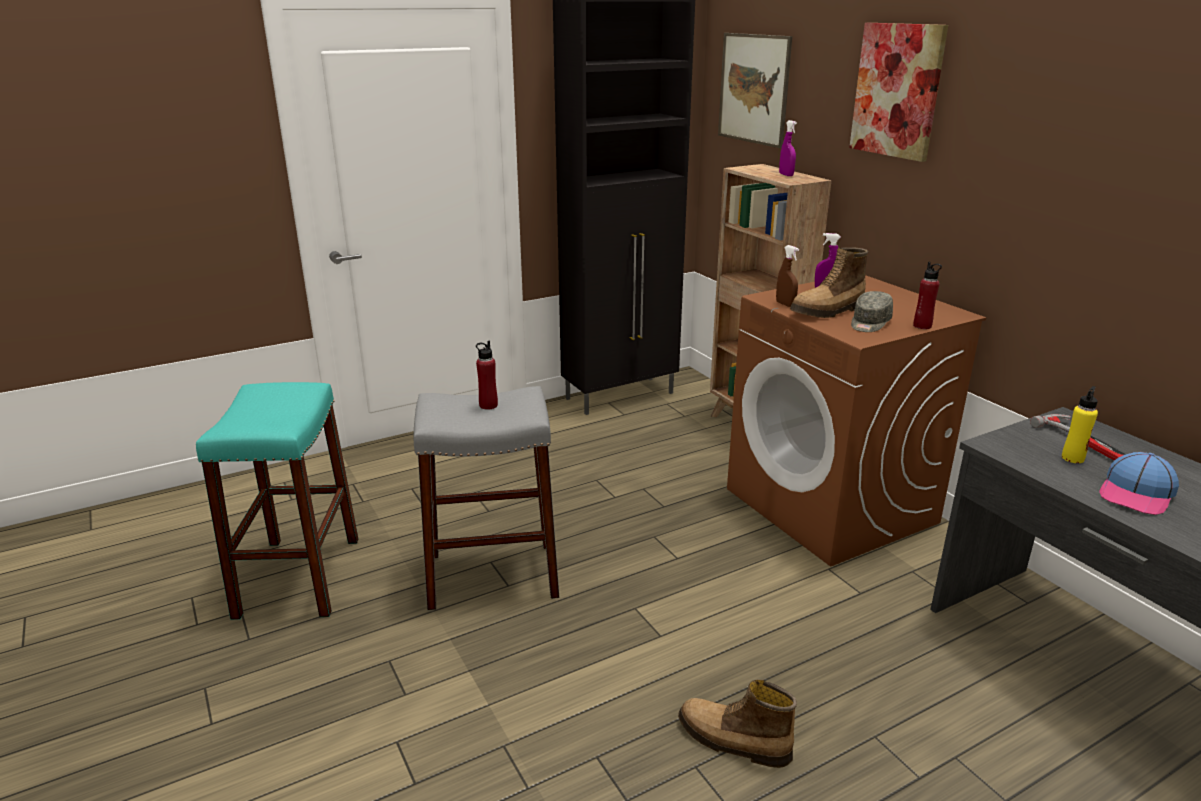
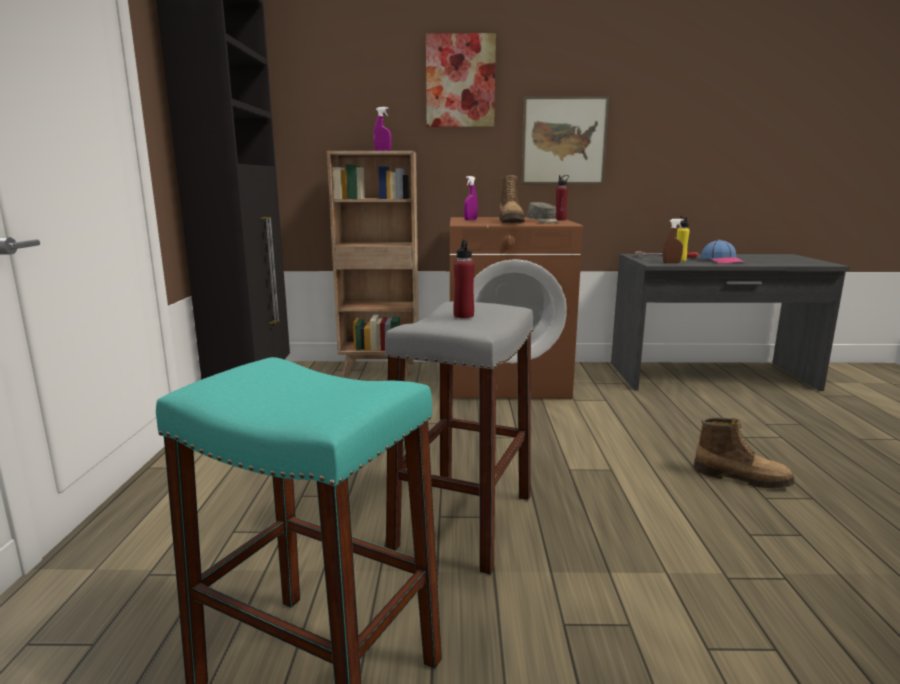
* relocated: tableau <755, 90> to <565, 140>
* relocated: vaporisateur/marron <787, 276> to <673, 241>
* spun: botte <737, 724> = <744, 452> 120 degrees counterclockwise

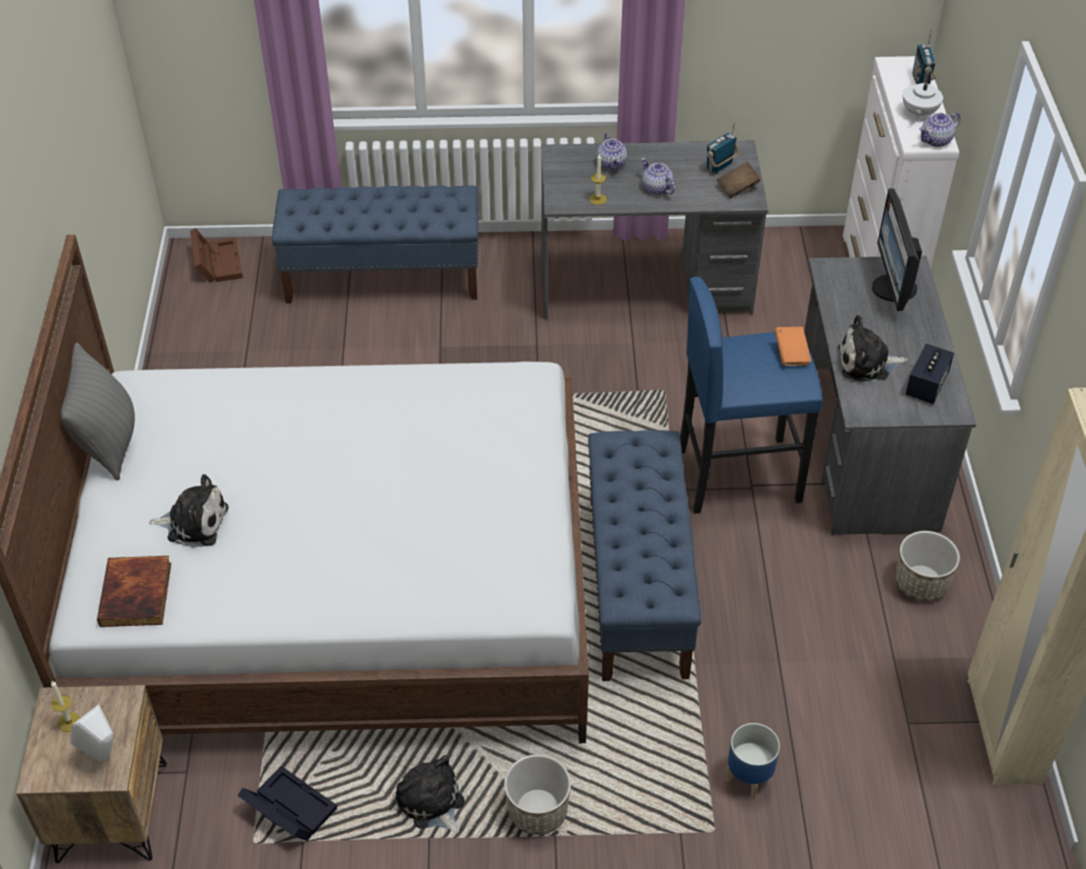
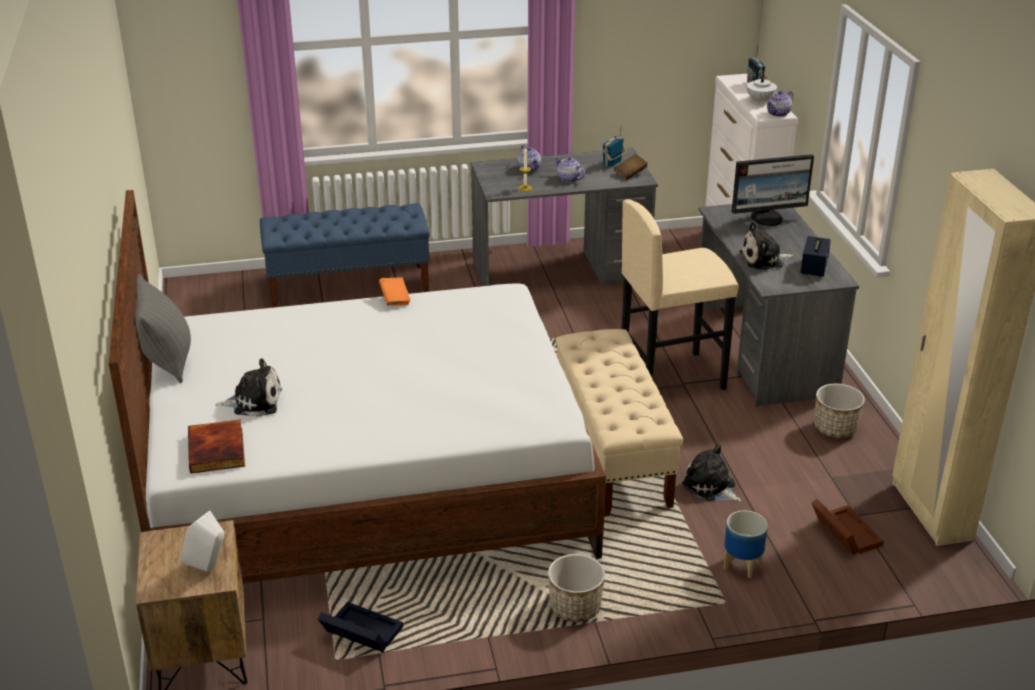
* relocated: livre/orange <792, 346> to <395, 291>
* colour: banc/bleu <644, 555> to banc/beige <619, 423>
* colour: tabouret/bleu <751, 395> to tabouret/beige <679, 294>
* relocated: peluche <430, 794> to <712, 473>
* spun: écran d'ordinateur <897, 249> = <773, 190> 90 degrees counterclockwise
* relocated: boîte de rangement/marron <216, 255> to <847, 527>
* missing: bougie <65, 706>

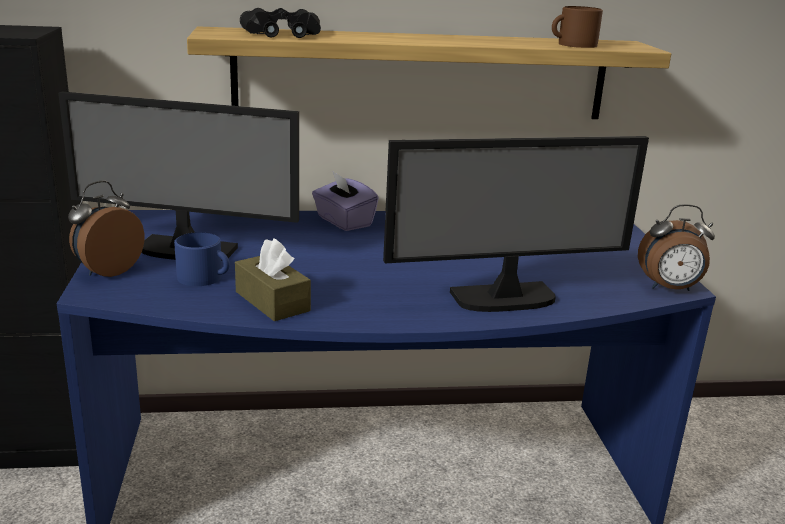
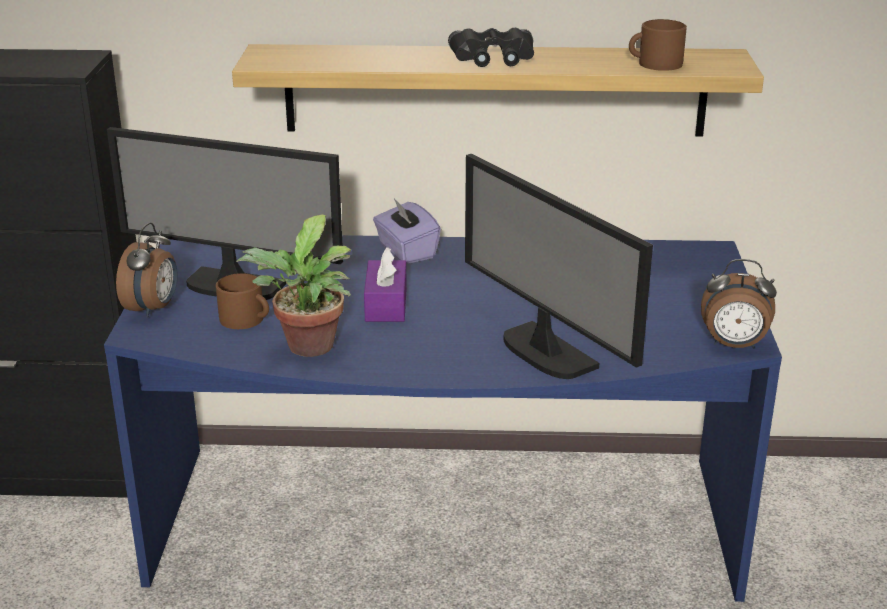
* spun: réveil <106, 228> = <147, 270> 150 degrees clockwise
* colour: mug/bleu <202, 259> to mug/marron <242, 301>
* exchanged: boîte à mouchoirs/marron <273, 279> to plante en pot <293, 285>
* appeared: boîte à mouchoirs/violet <385, 284>
* relocated: jumelles/noir <280, 23> to <491, 47>
* spun: écran d'ordinateur <516, 224> = <559, 266> 60 degrees clockwise

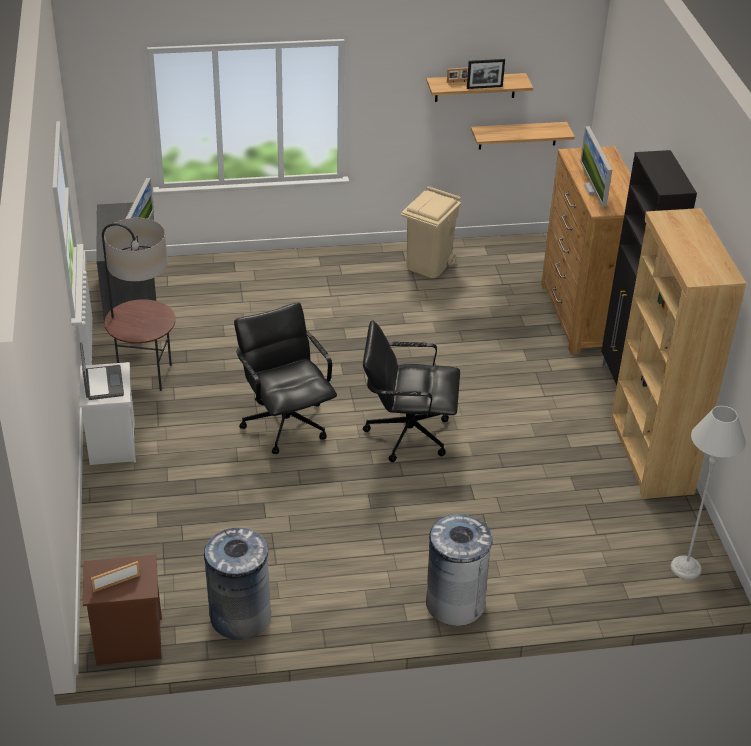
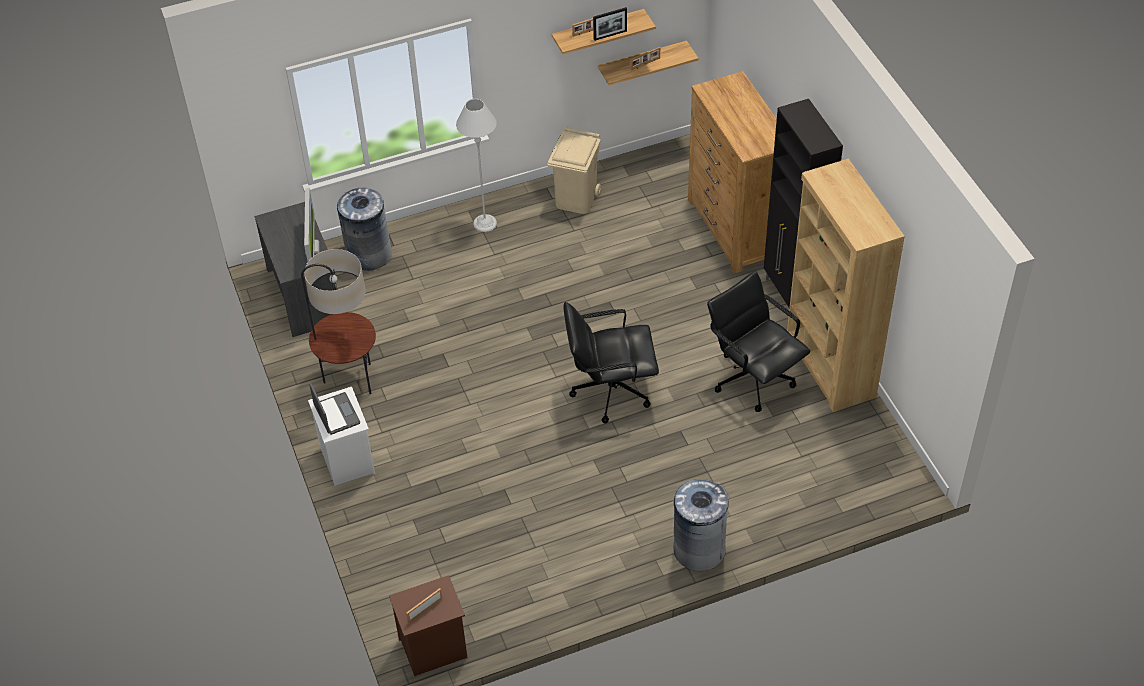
* relocated: poubelle/gris <237, 583> to <364, 229>
* relocated: lampadaire/gris <708, 493> to <476, 165>
* appeared: cadre photo <645, 59>
* relocated: chaise de bureau/noir <285, 378> to <758, 341>
* missing: écran d'ordinateur <596, 166>

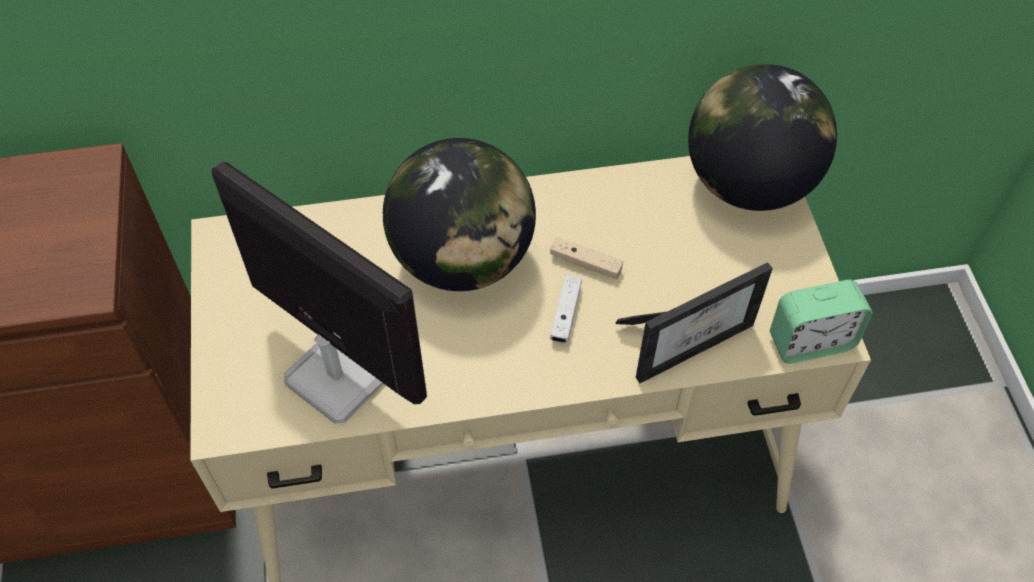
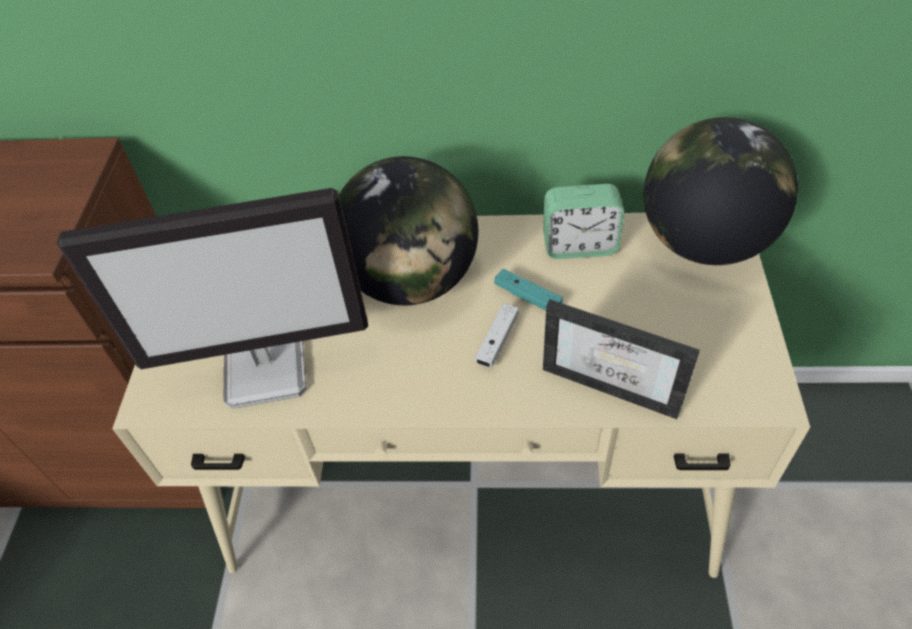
* spun: écran d'ordinateur <319, 292> = <212, 298> 120 degrees clockwise
* colour: manette/beige <586, 258> to manette/turquoise <528, 289>
* relocated: réveil <821, 321> to <583, 221>
* spun: cadre photo <694, 322> = <621, 359> 45 degrees clockwise

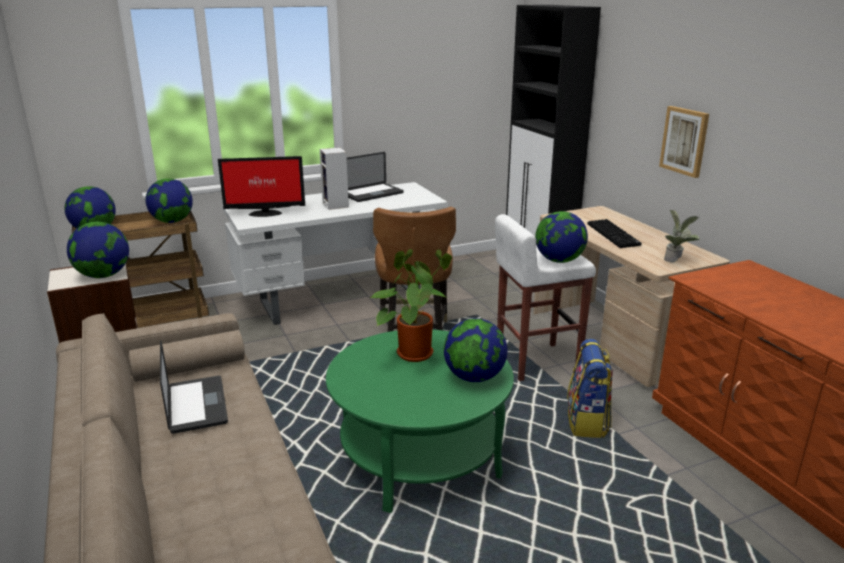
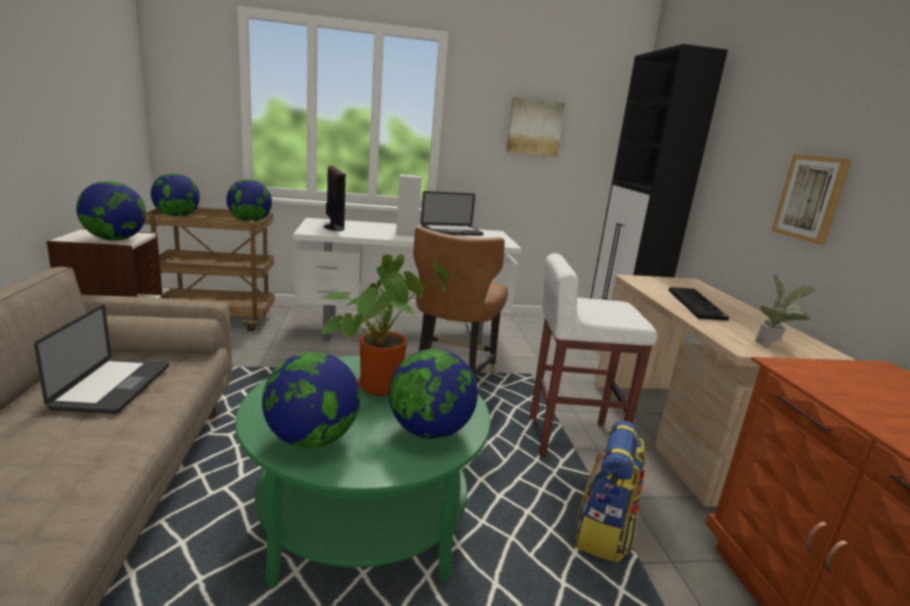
* relocated: globe <561, 237> to <311, 400>
* spun: écran d'ordinateur <261, 186> = <335, 198> 120 degrees counterclockwise
* appeared: tableau <535, 127>

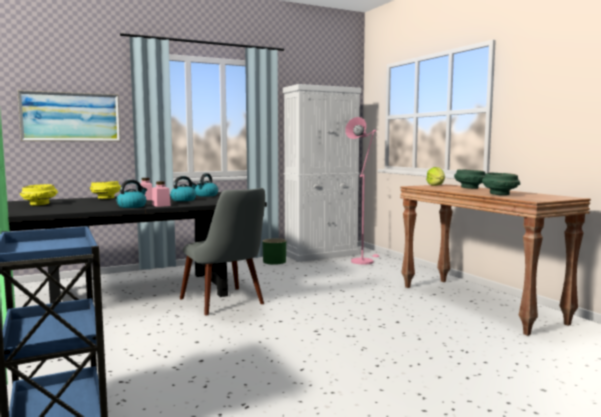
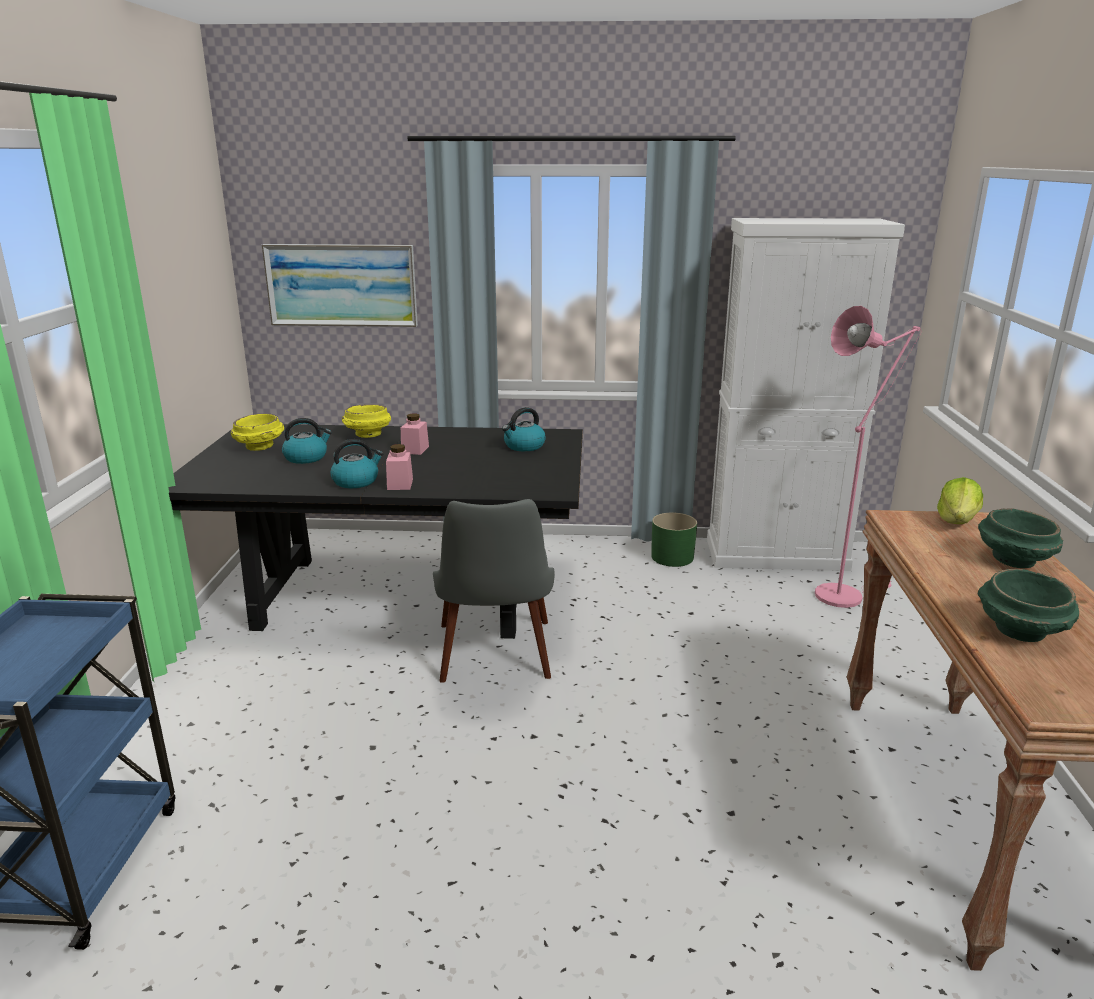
* relocated: bouilloire <183, 188> to <307, 441>

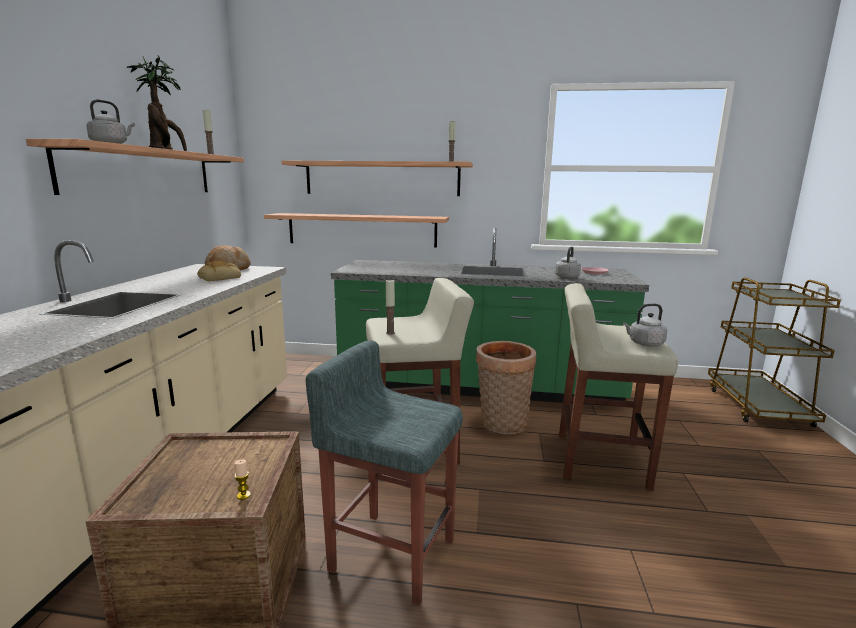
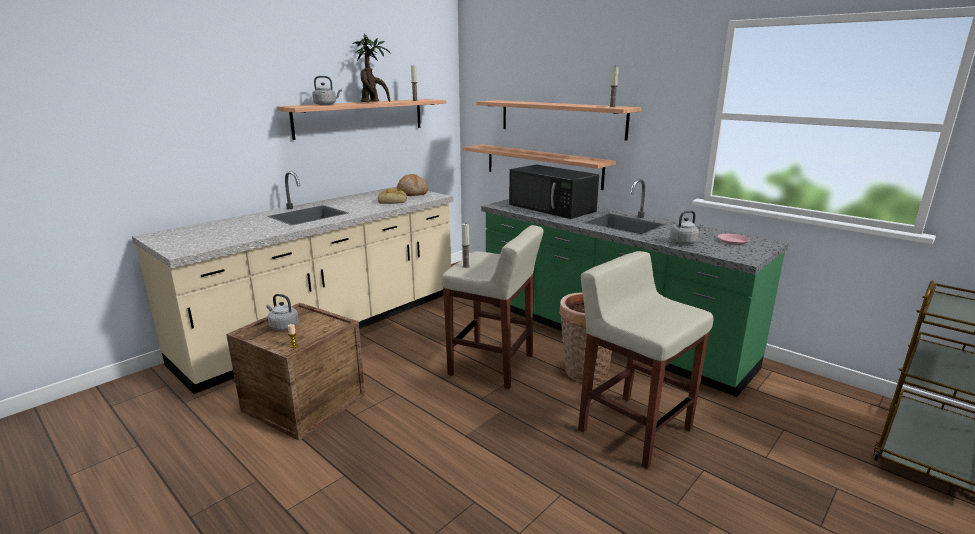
* relocated: bouilloire/gris <645, 325> to <282, 312>
* appeared: micro-ondes/noir <554, 191>
* missing: tabouret/gris <384, 473>

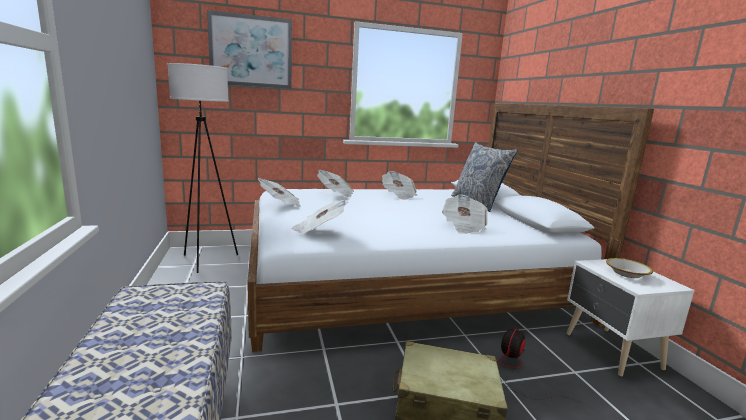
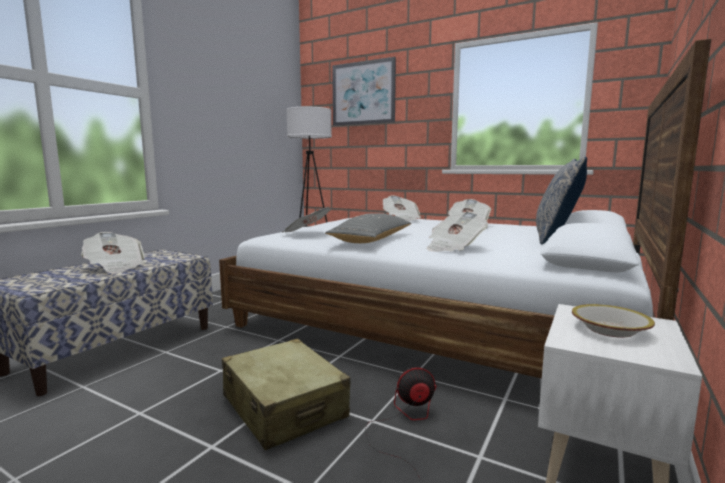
* relocated: journal <279, 192> to <113, 253>
* appeared: coussin/gris <368, 228>

